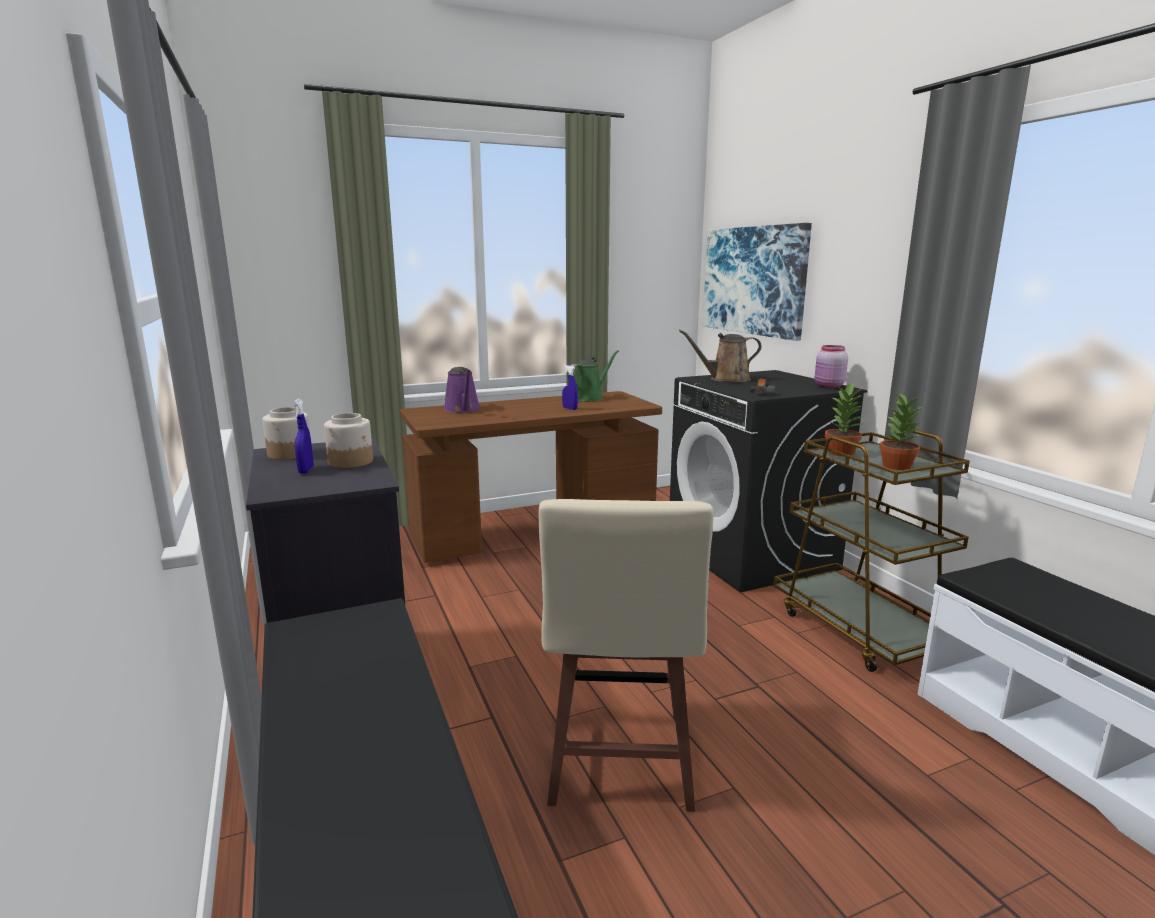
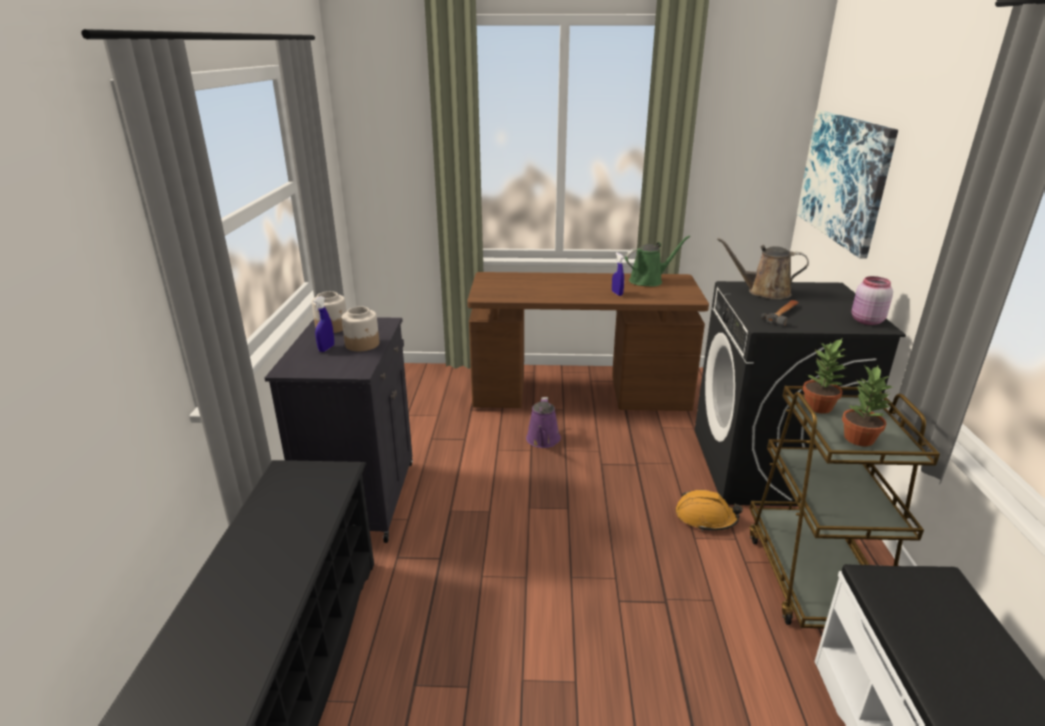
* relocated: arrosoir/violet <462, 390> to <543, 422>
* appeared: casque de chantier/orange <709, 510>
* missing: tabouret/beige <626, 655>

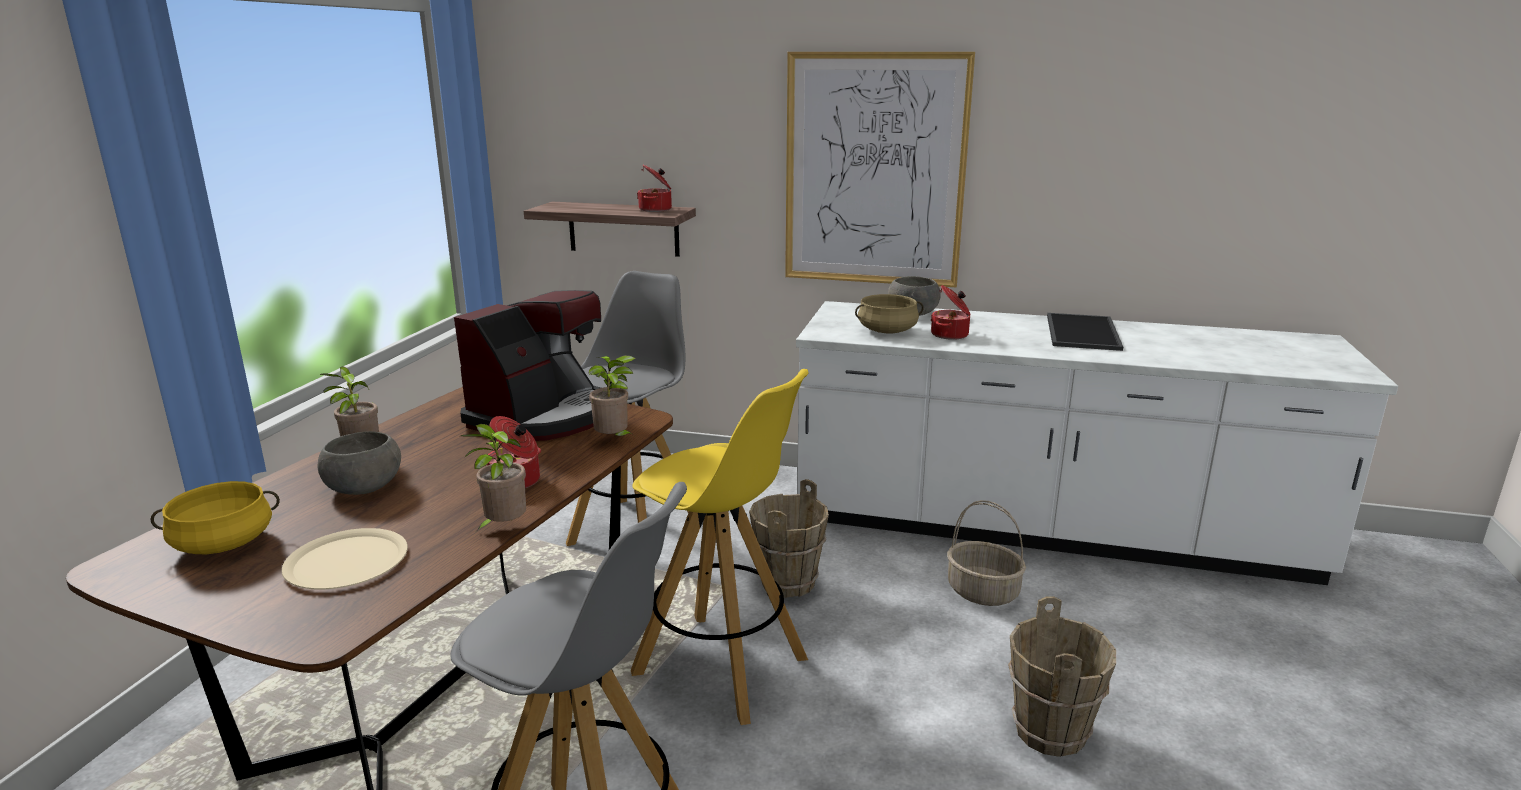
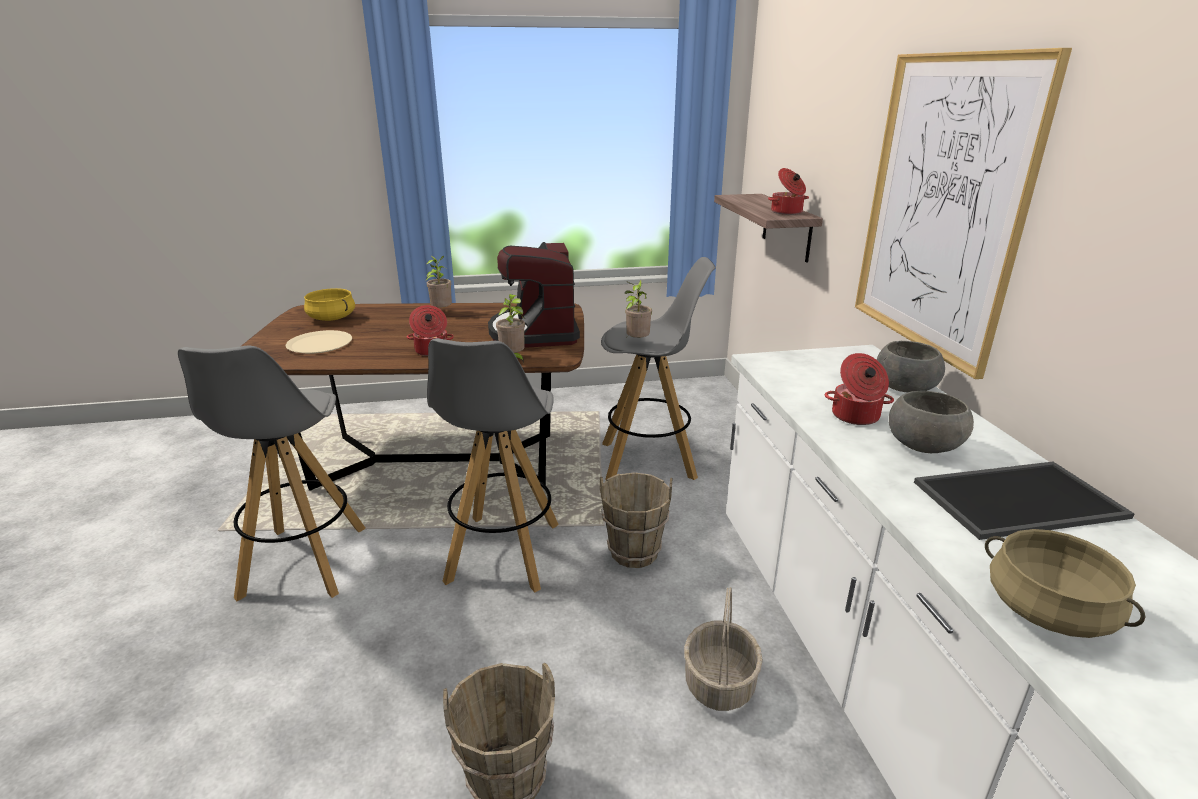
* colour: tabouret/jaune <719, 547> to tabouret/gris <493, 465>
* spun: machine à café <527, 365> = <534, 295> 75 degrees clockwise
* relocated: plante en pot <493, 477> to <638, 309>
* relocated: bol/gris <359, 463> to <931, 422>
* relocated: marmite/beige <889, 313> to <1065, 583>

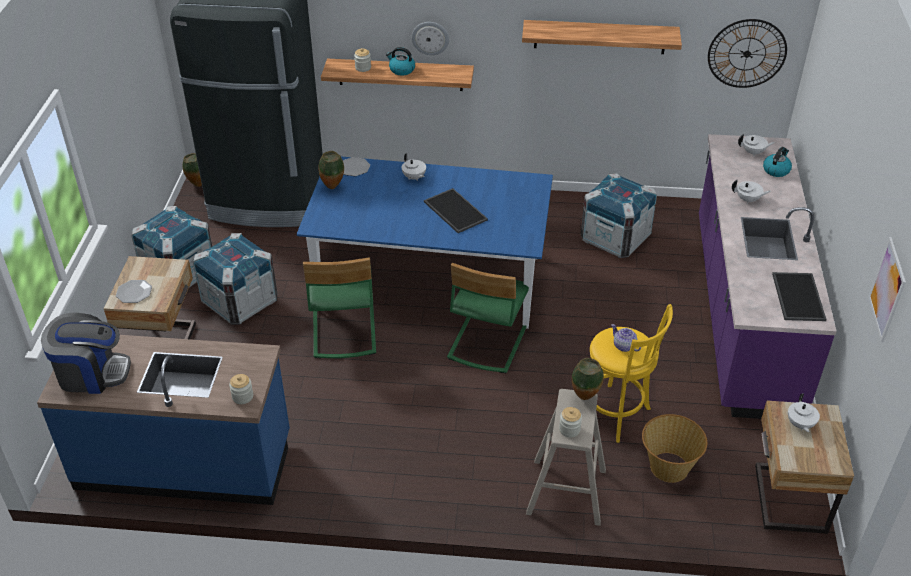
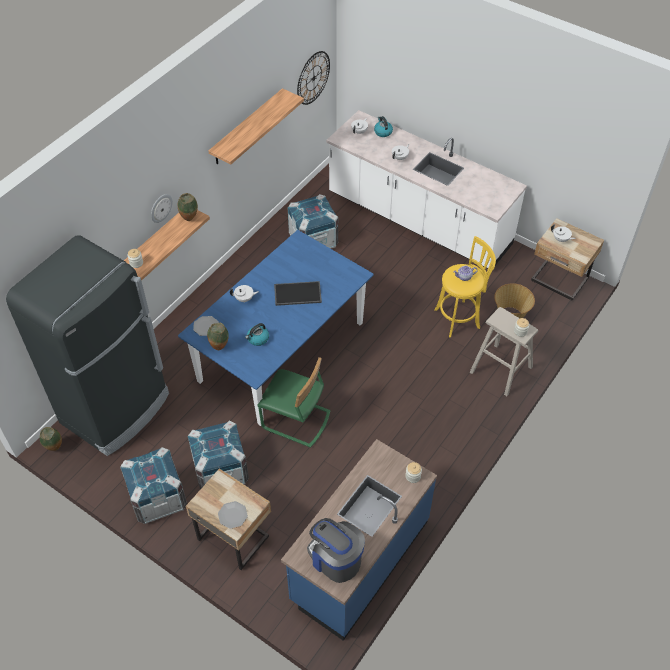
* relocated: vase <588, 379> to <188, 207>
* relocated: bouilloire <400, 61> to <257, 334>
* spun: machine à café <86, 353> = <336, 550> 75 degrees counterclockwise
* colour: comptoir de cuisine/violet <768, 276> to comptoir de cuisine/blanc <426, 189>
* missing: chaise/vert <488, 318>
* missing: plateau <799, 296>
* missing: tableau <887, 289>

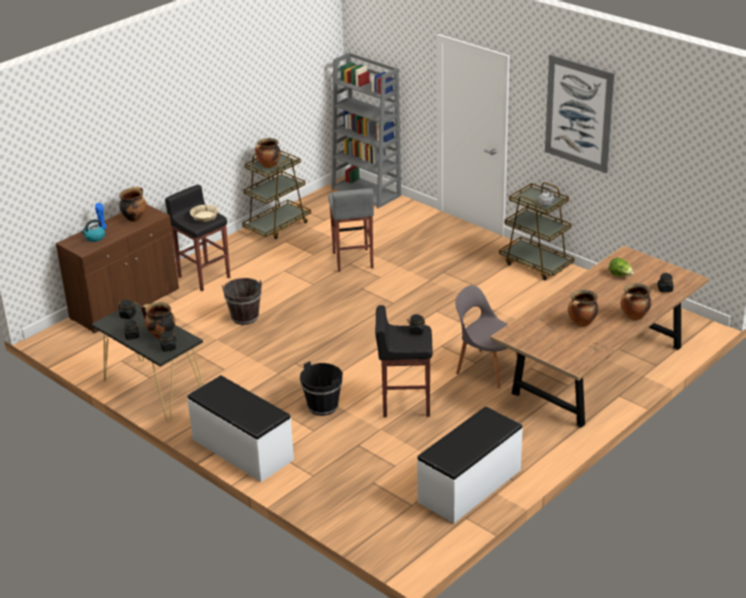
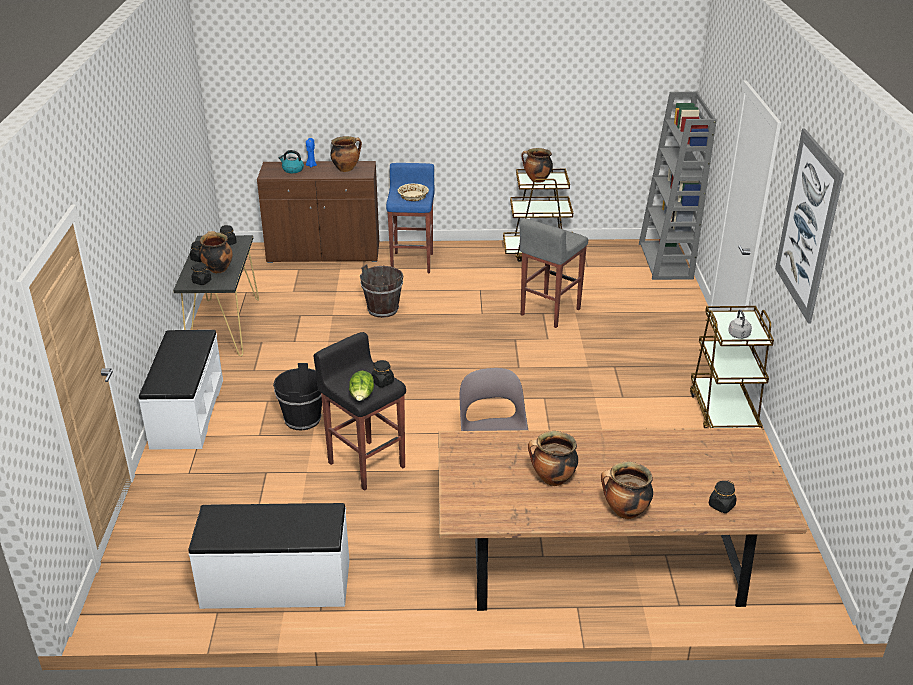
* relocated: laitue <621, 267> to <361, 386>
* colour: tabouret/noir <197, 238> to tabouret/bleu <410, 218>

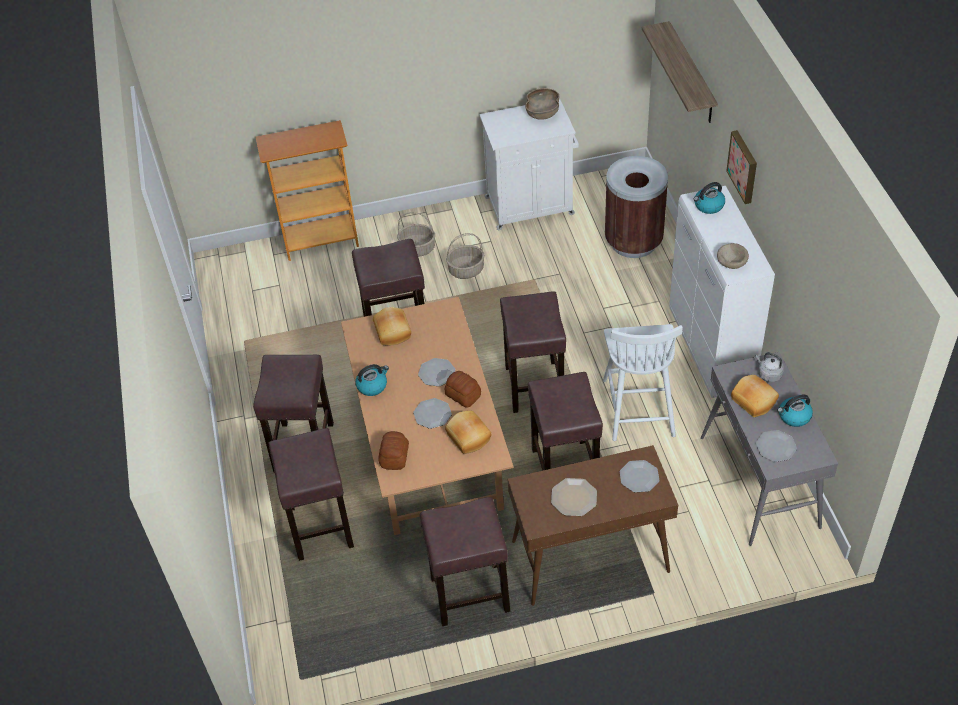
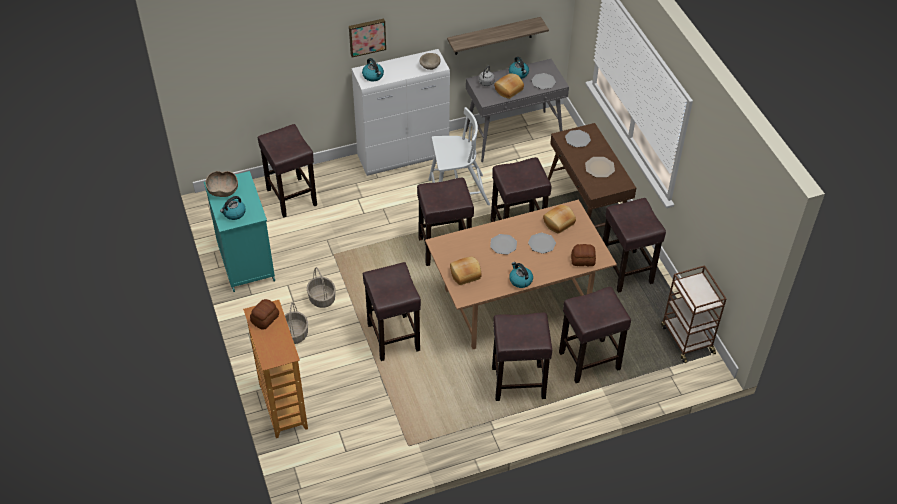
* colour: meuble de rangement/blanc <529, 164> to meuble de rangement/turquoise <239, 231>
* appeared: bouilloire <233, 208>
* relocated: pain <462, 389> to <264, 314>
* exchanged: poubelle/marron <636, 207> to tabouret/marron <287, 171>
* relocated: étagère <680, 72> to <498, 36>
* appeared: chariot/marron <693, 314>

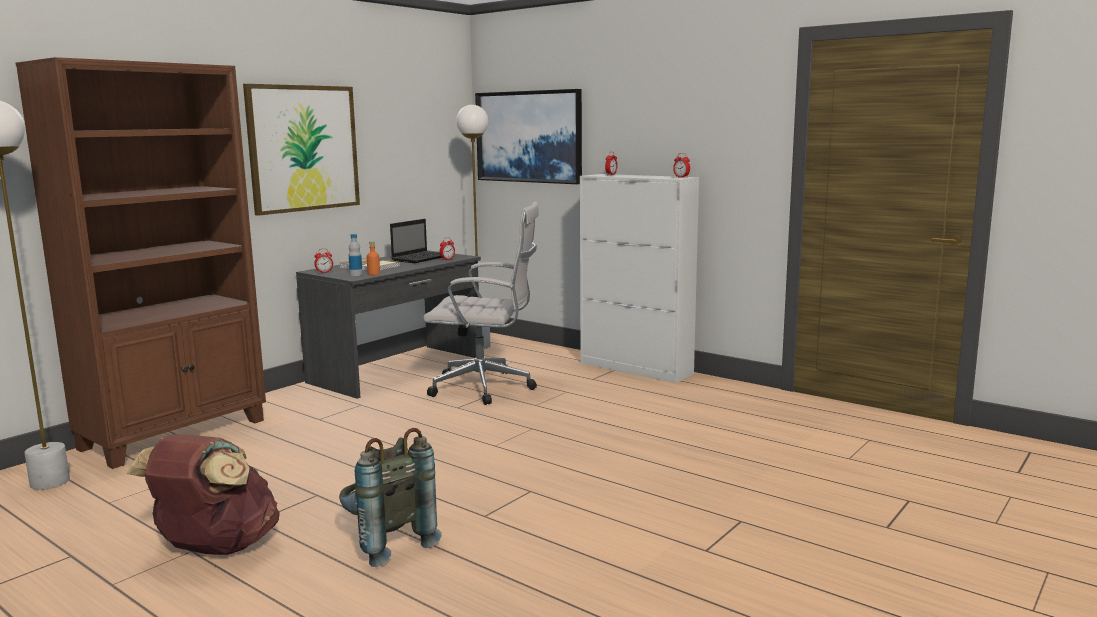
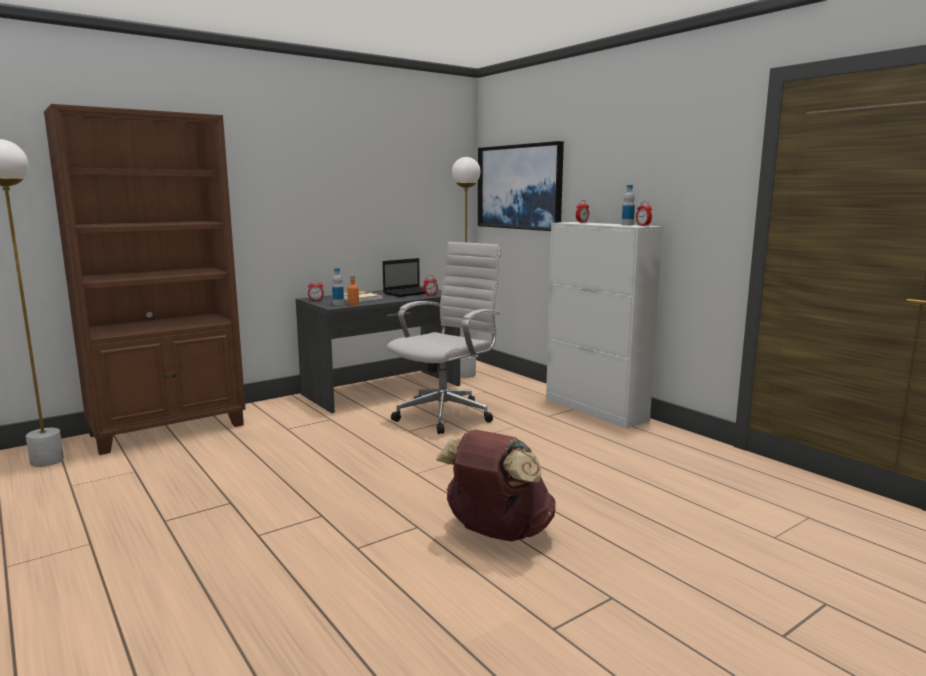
* spun: chaise de bureau/blanc <481, 303> = <444, 338> 75 degrees counterclockwise
* relocated: sac à dos/marron <203, 494> to <496, 485>
* appeared: bouteille <628, 205>
* missing: tableau <301, 150>
* missing: sac à dos/gris <390, 497>

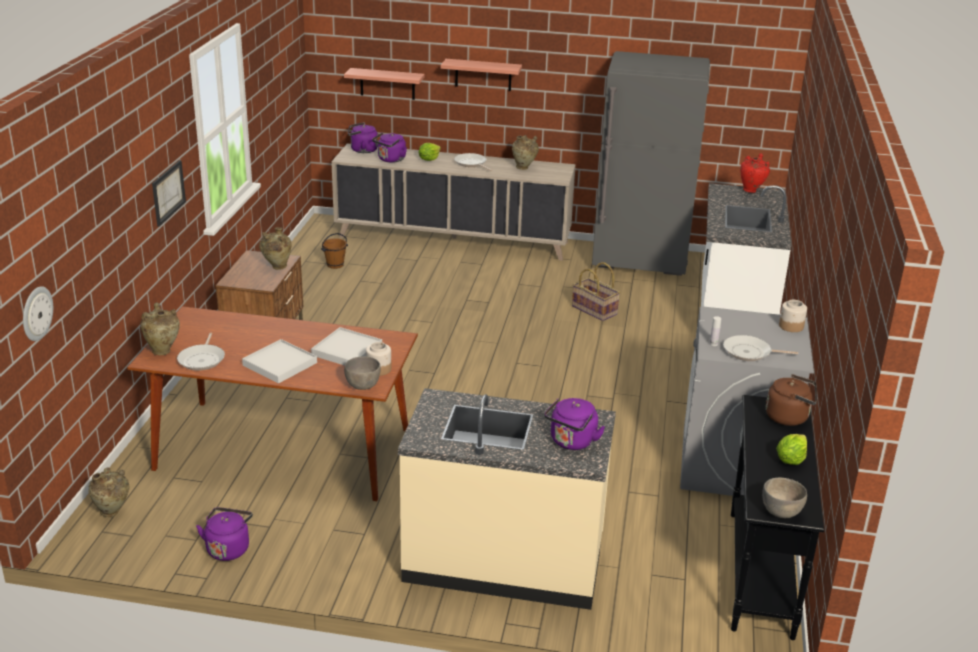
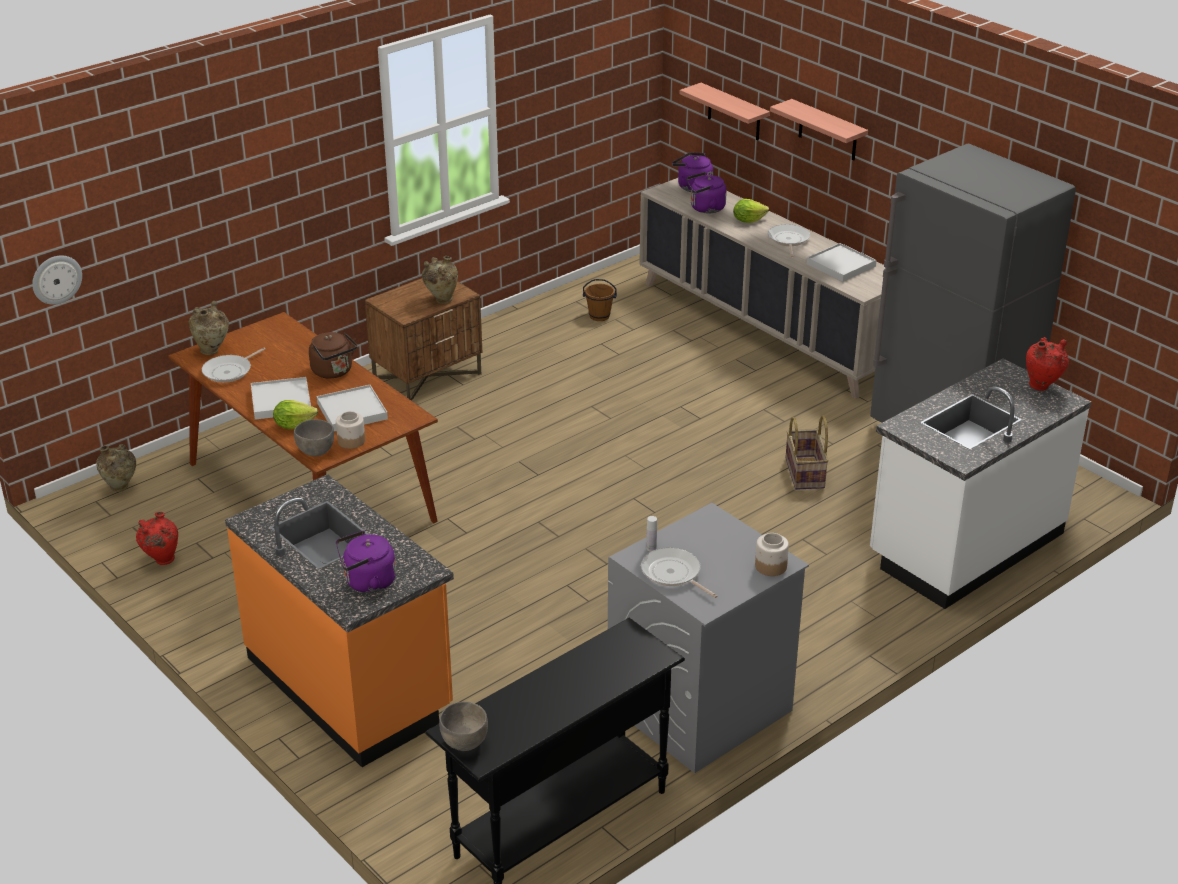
* exchanged: bouilloire/violet <224, 534> to vase/rouge <157, 538>
* colour: comptoir de cuisine/beige <507, 499> to comptoir de cuisine/orange <339, 620>
* relocated: laitue <791, 449> to <295, 414>
* relocated: bouilloire/marron <791, 400> to <333, 355>
* exchanged: vase/beige <525, 152> to plateau/blanc <842, 262>
* missing: tableau <169, 193>

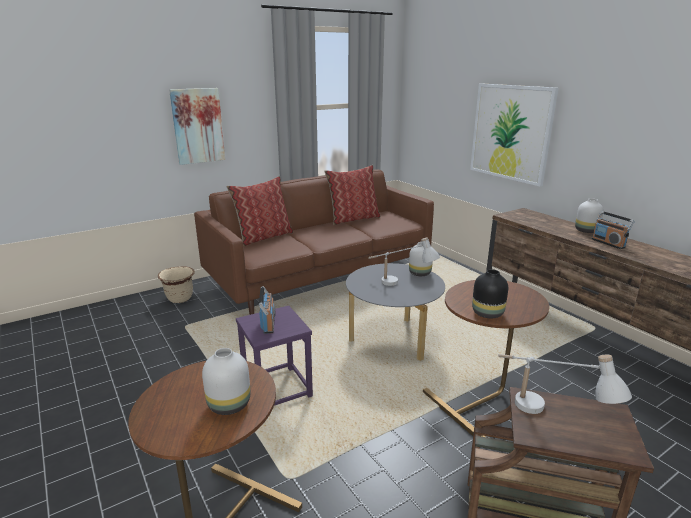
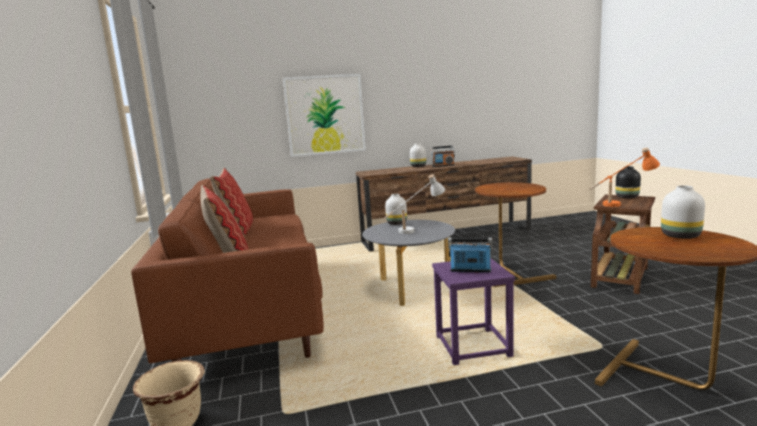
* colour: lampe de table/blanc <565, 384> to lampe de table/orange <624, 177>
* relocated: vase/noir <490, 293> to <628, 182>
* missing: tableau <197, 126>

